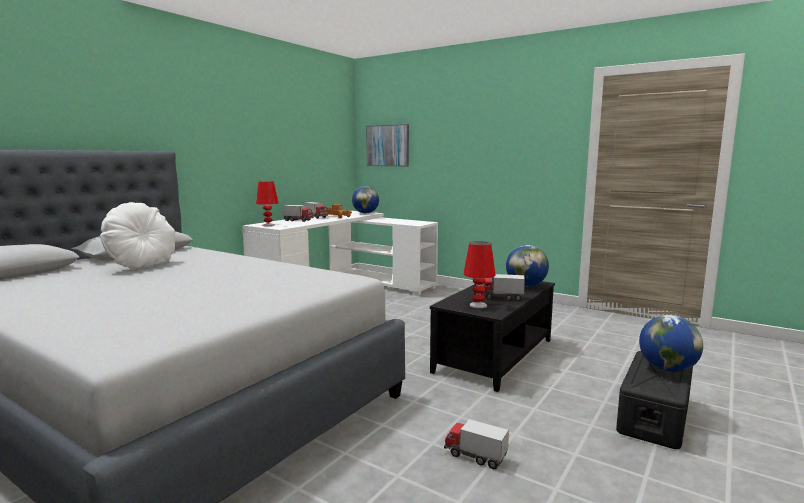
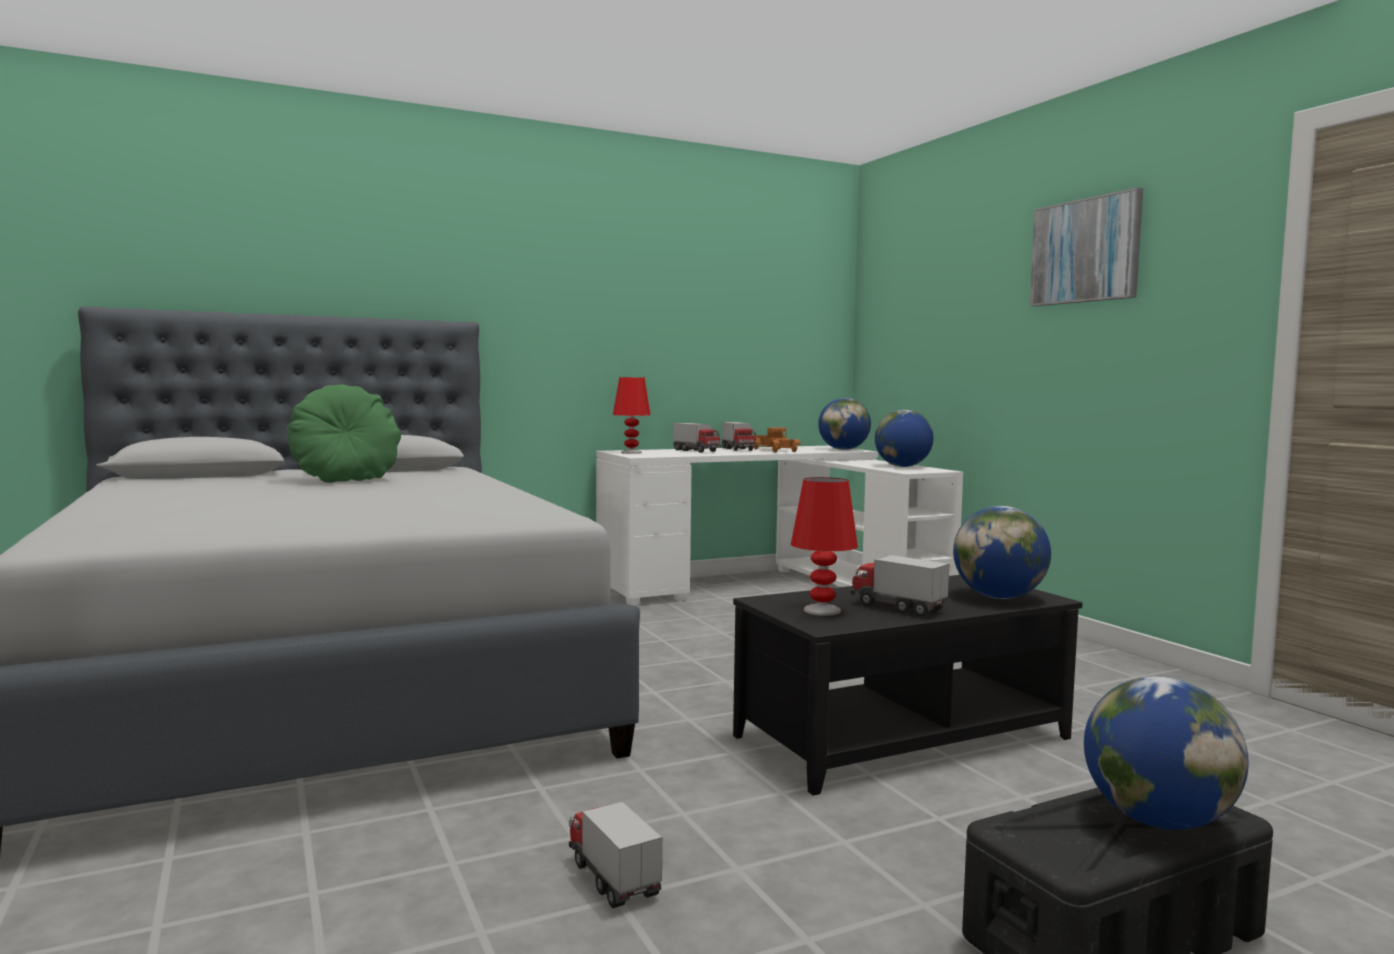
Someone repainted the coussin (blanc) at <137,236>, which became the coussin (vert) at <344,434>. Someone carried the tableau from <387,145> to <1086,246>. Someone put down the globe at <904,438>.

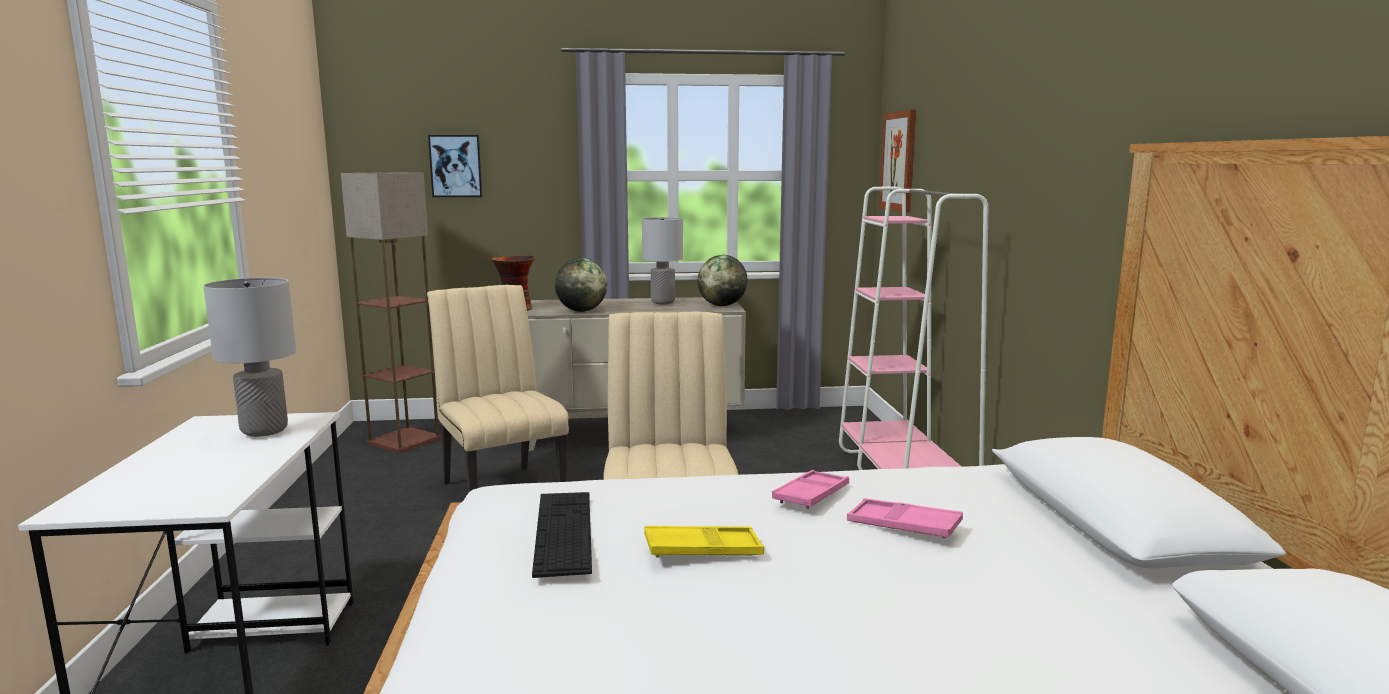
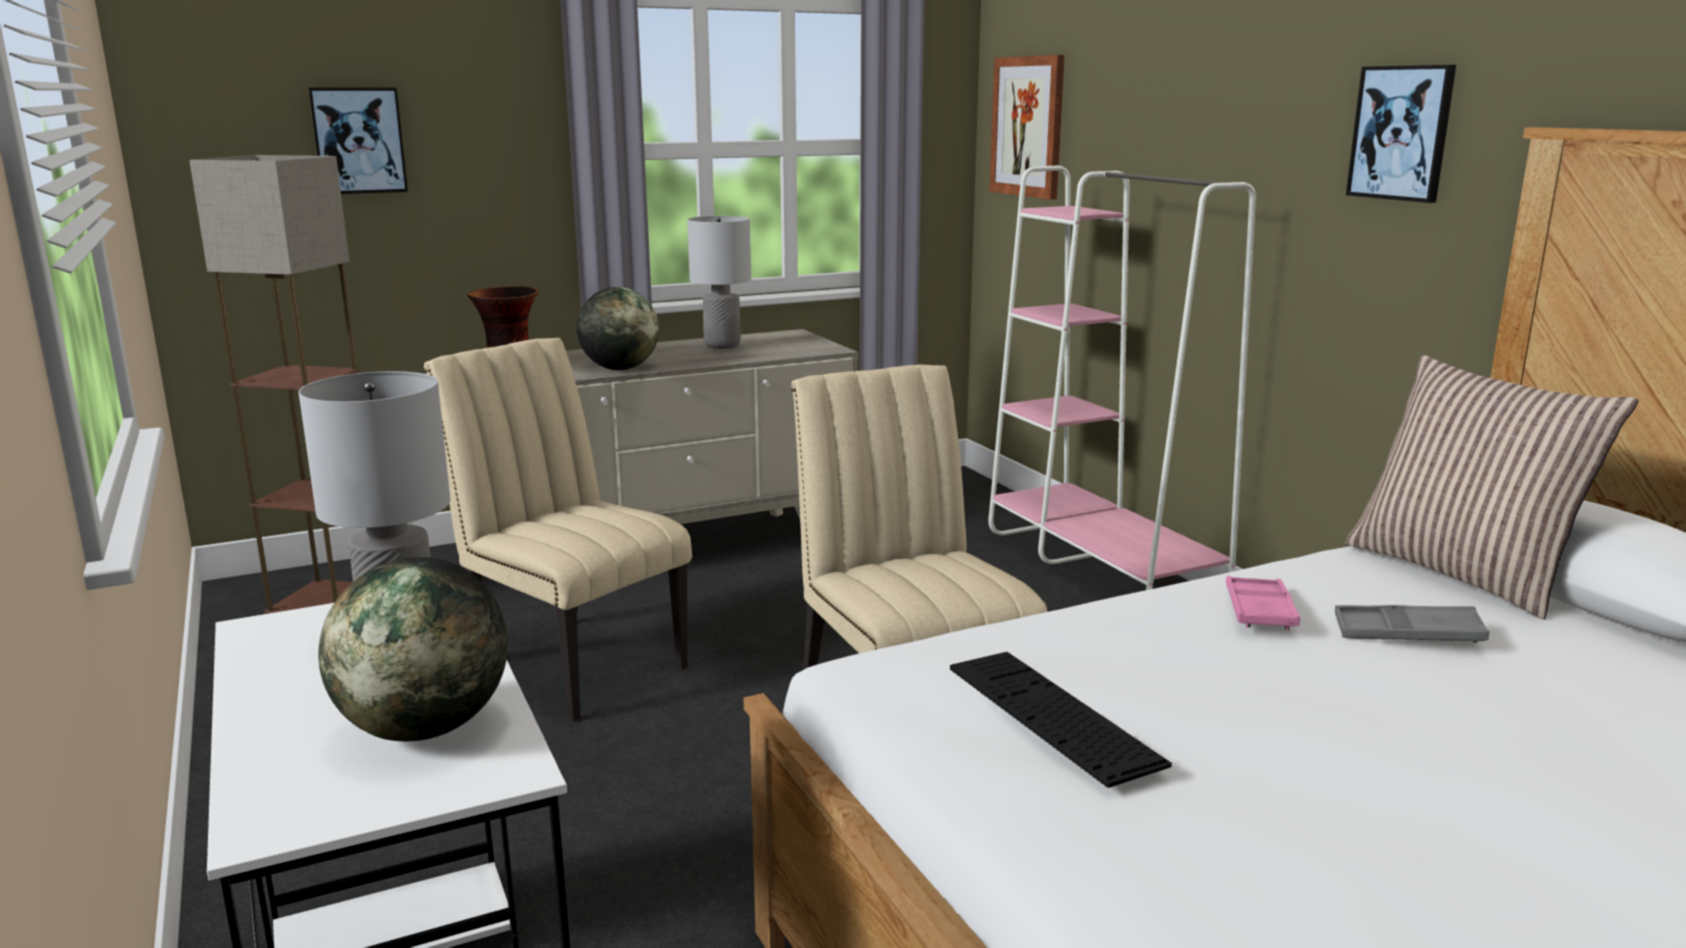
Someone took away the plateau (jaune) at <704,542>. Someone carried the globe from <723,280> to <413,649>. Someone repainted the plateau (rose) at <905,518>, which became the plateau (gris) at <1412,624>. Someone put down the coussin at <1491,487>. Someone put up the tableau at <1401,134>.

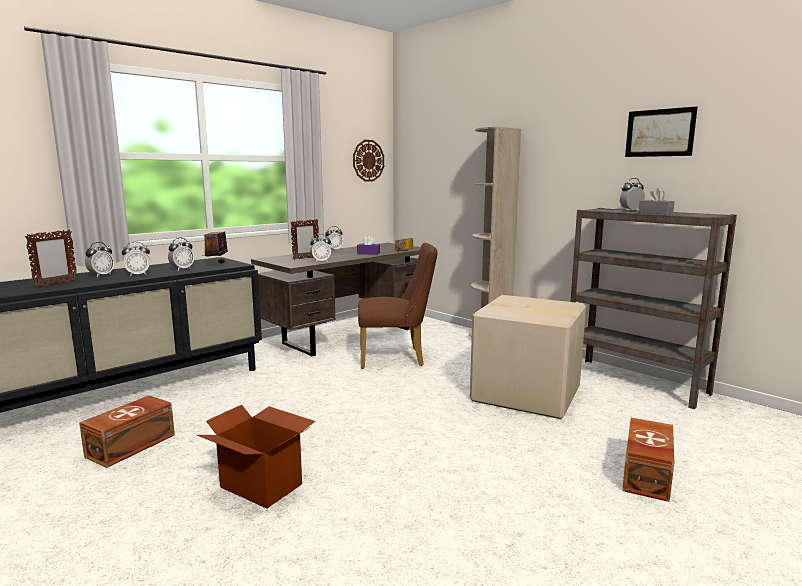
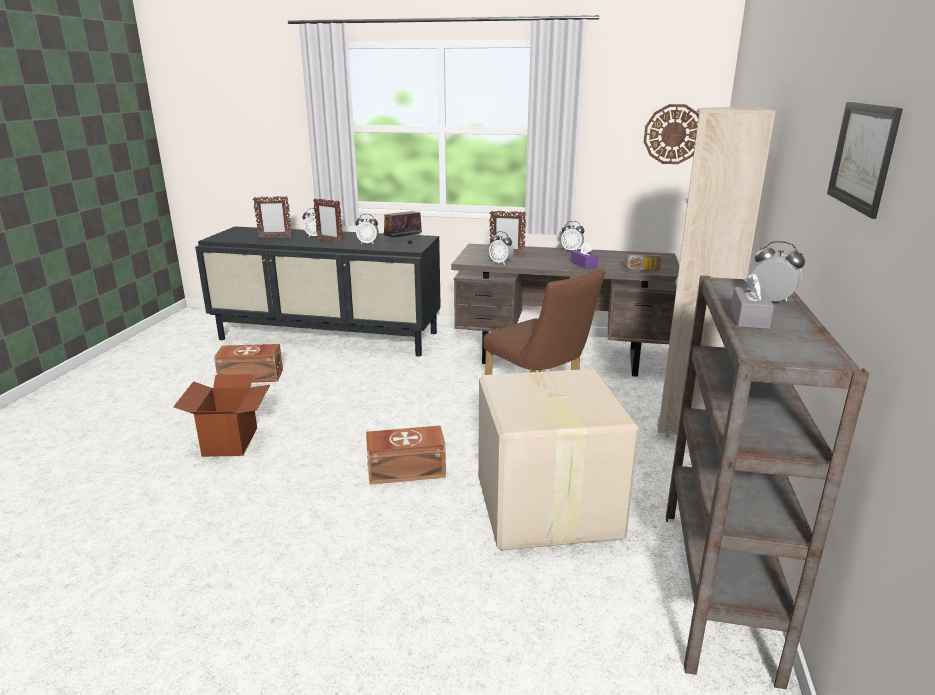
Someone swapped the réveil at <136,259> for the cadre photo at <328,221>. Someone carried the boîte de rangement (marron) from <648,460> to <406,455>.

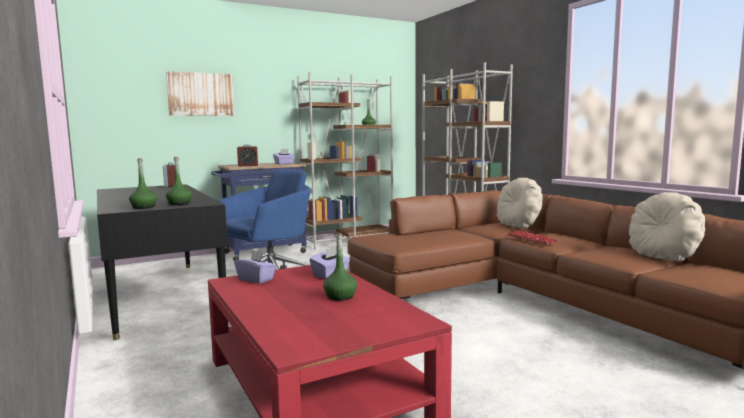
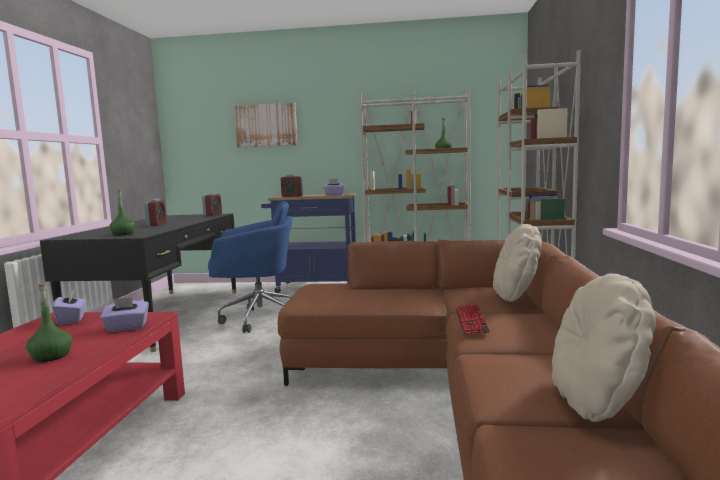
Someone took away the bouteille (vert) at <143,183>. Someone put down the réveil at <155,212>.

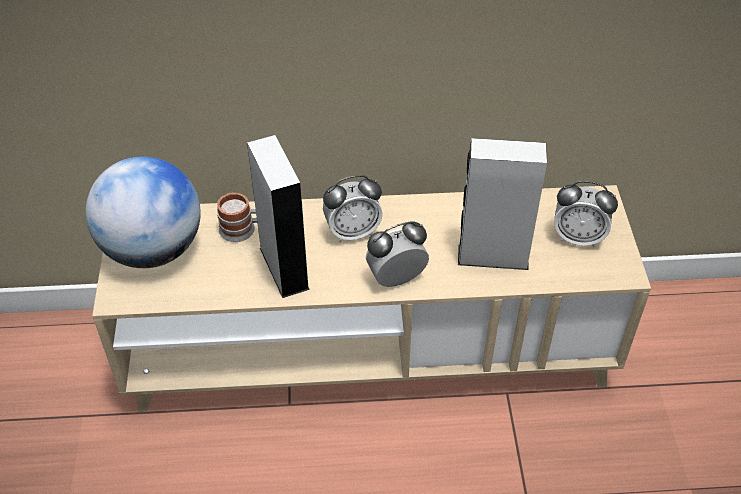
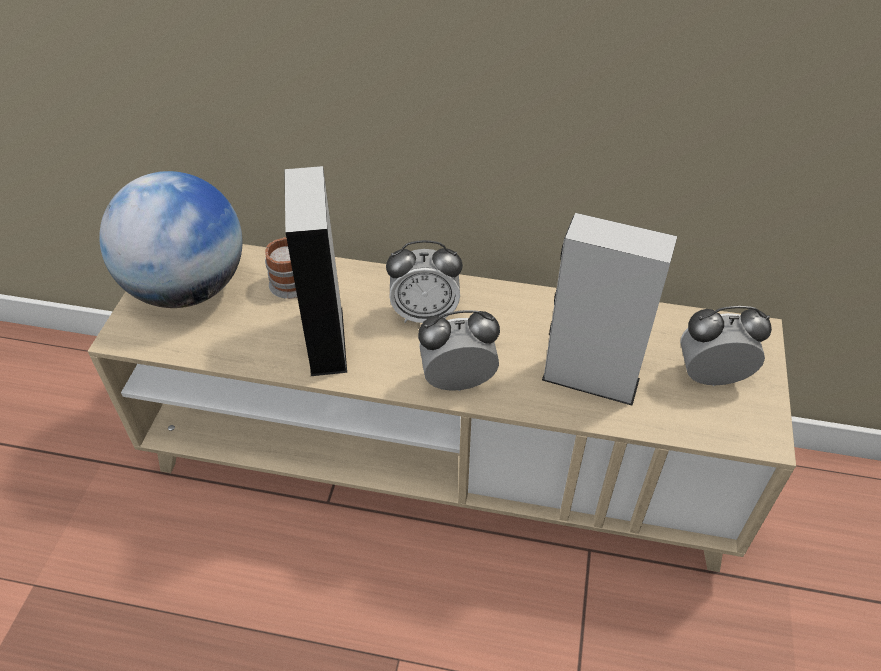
Someone rotated the réveil at <586,214> by 150 degrees clockwise.

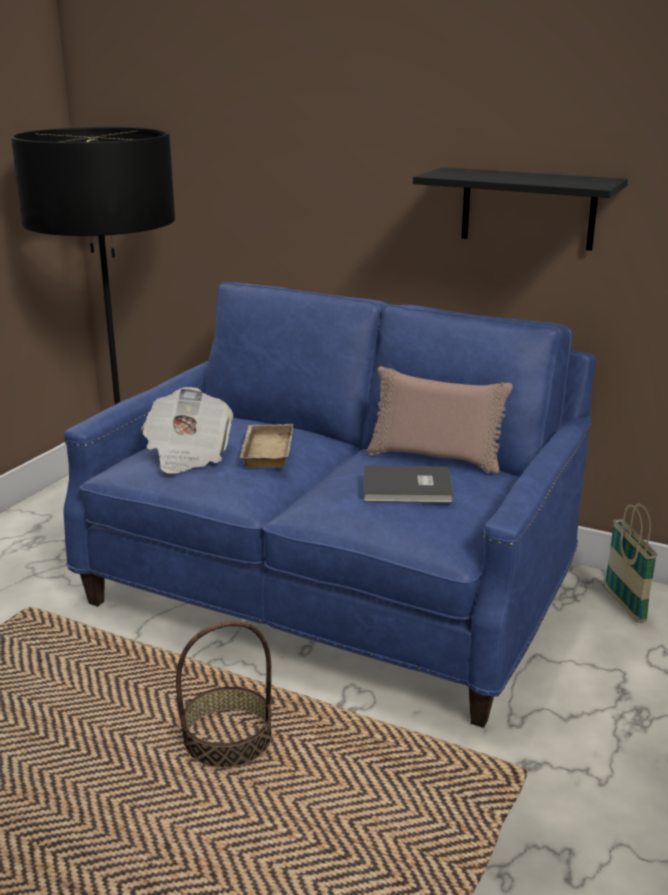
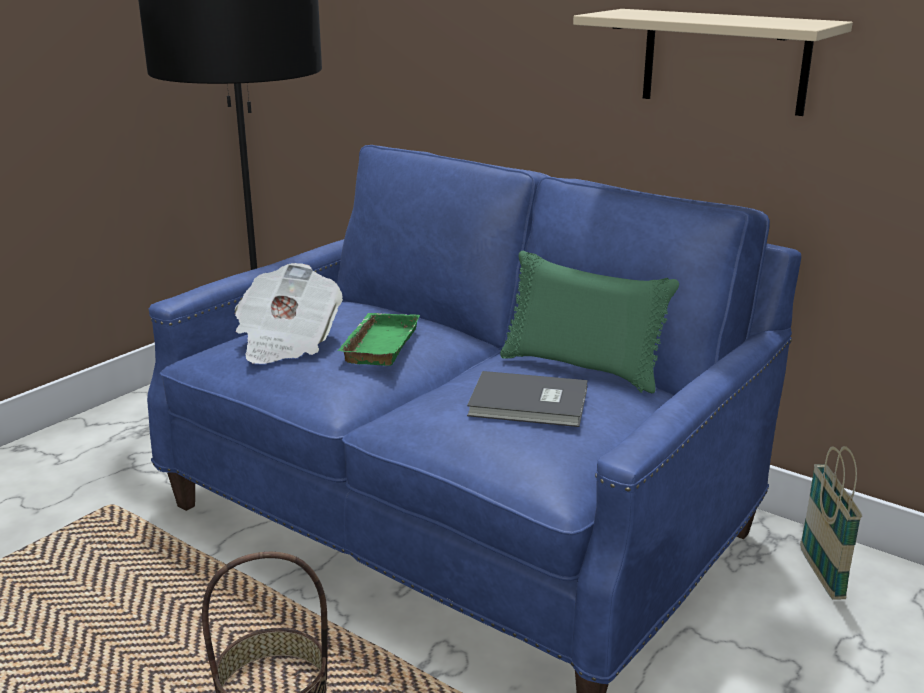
Someone repainted the plateau (beige) at <266,446>, which became the plateau (vert) at <379,339>. Someone repainted the coussin (beige) at <440,420>, which became the coussin (vert) at <589,322>. Someone repainted the étagère (noir) at <520,209>, which became the étagère (beige) at <713,62>.

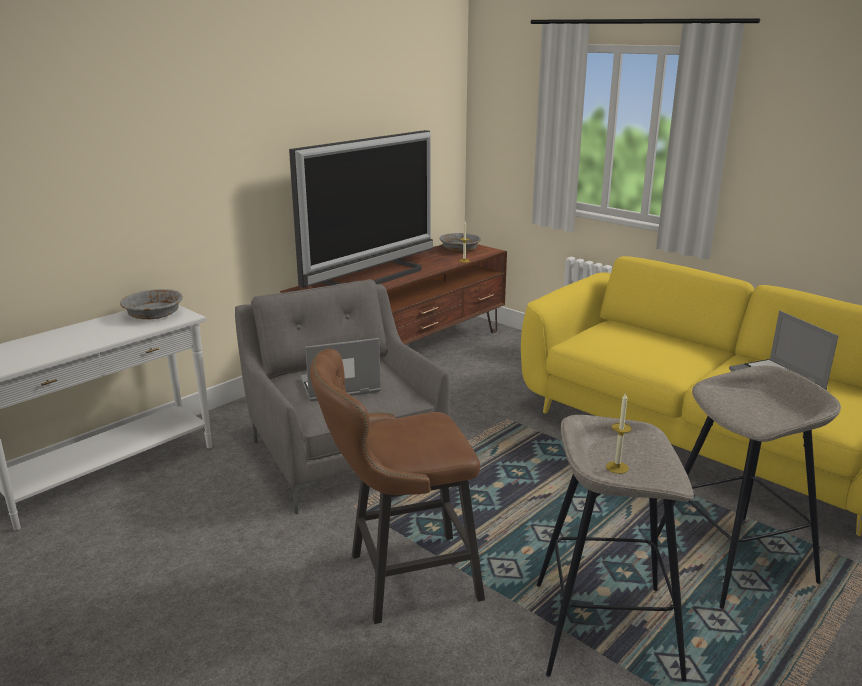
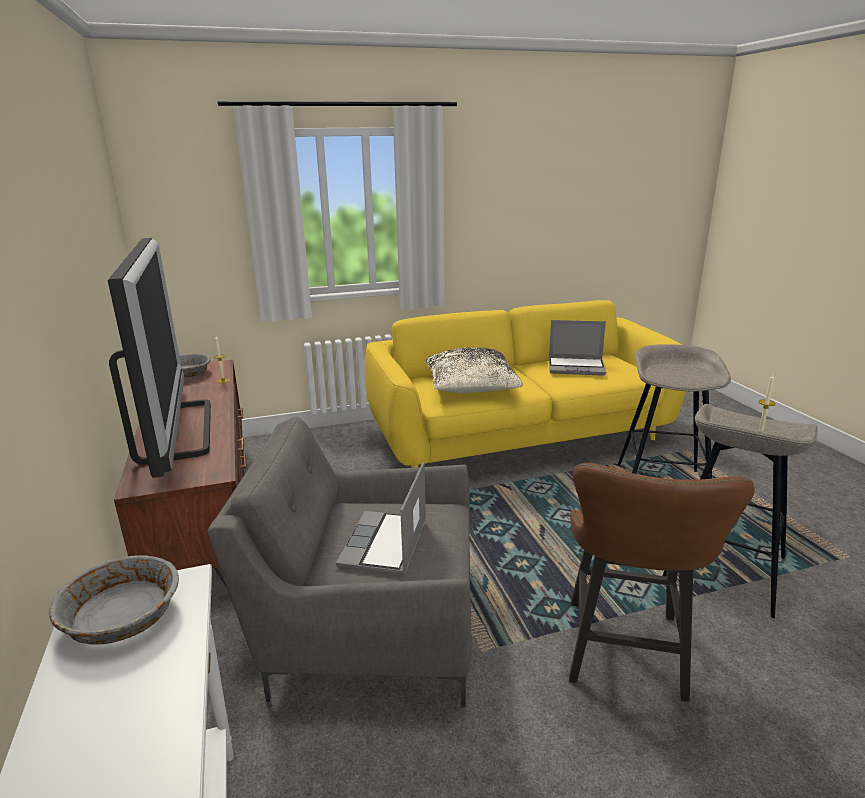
Someone put down the coussin (beige) at <474,370>.

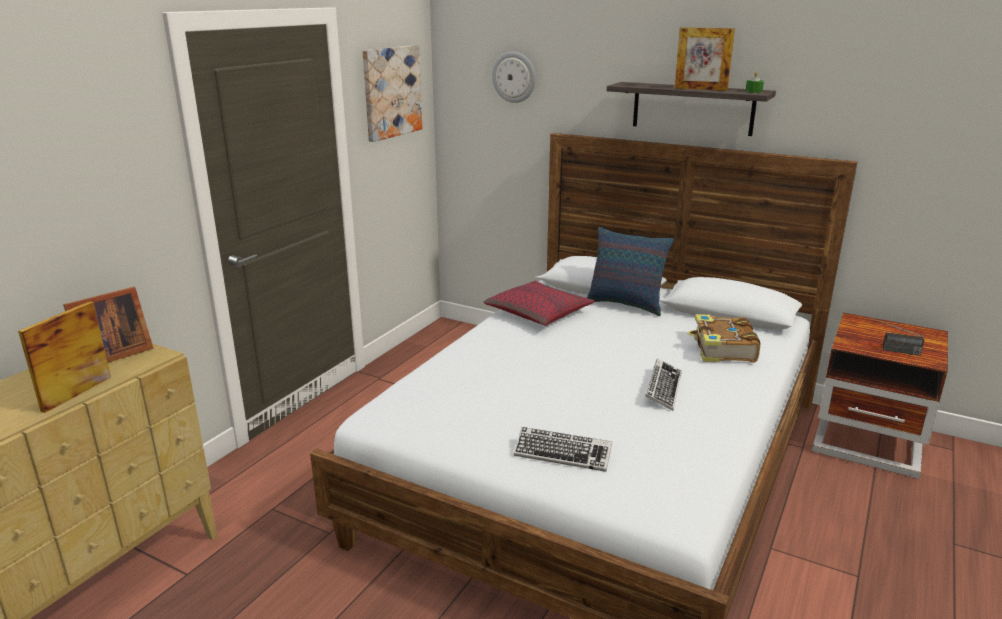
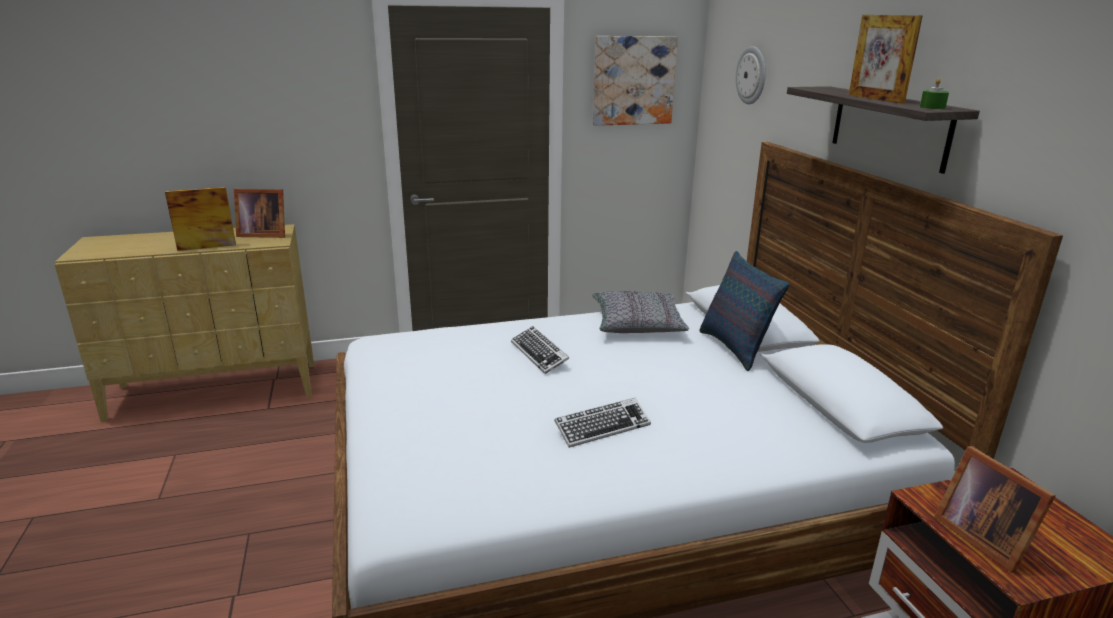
Someone repainted the coussin (rouge) at <539,303>, which became the coussin (gris) at <640,312>. Someone carried the clavier from <563,449> to <540,350>. Someone took away the livre at <723,338>. Someone swapped the radio at <896,336> for the cadre photo at <995,509>.

